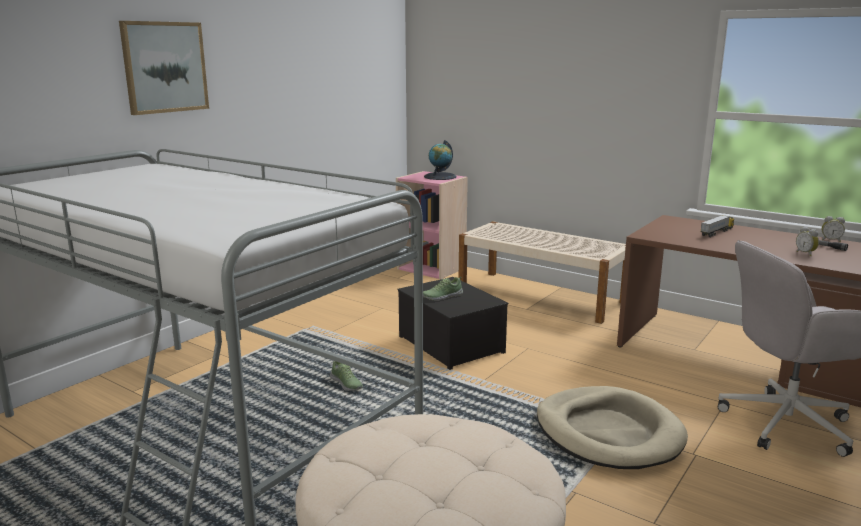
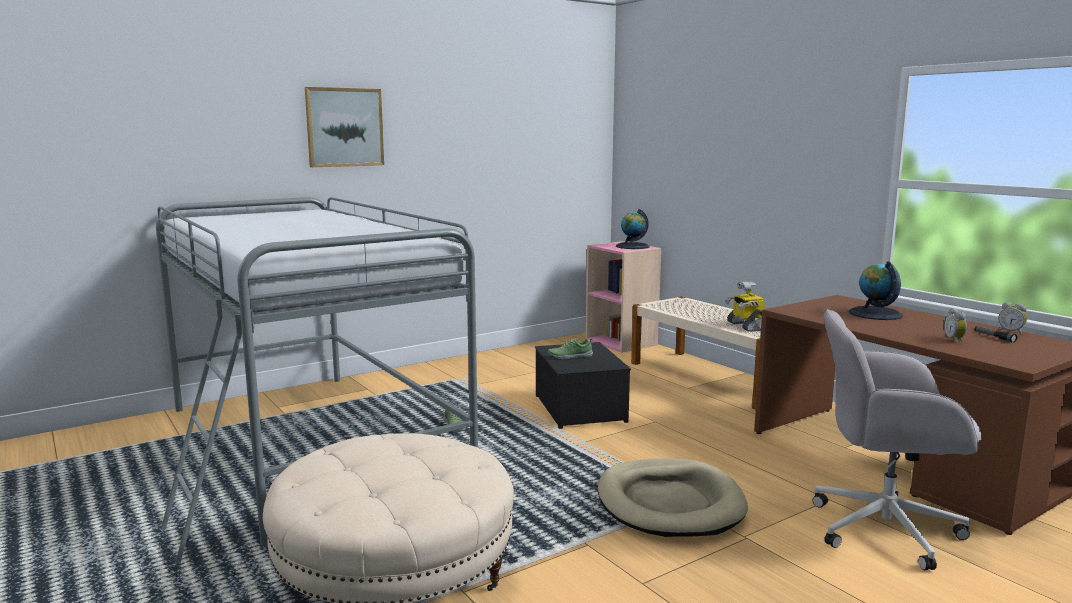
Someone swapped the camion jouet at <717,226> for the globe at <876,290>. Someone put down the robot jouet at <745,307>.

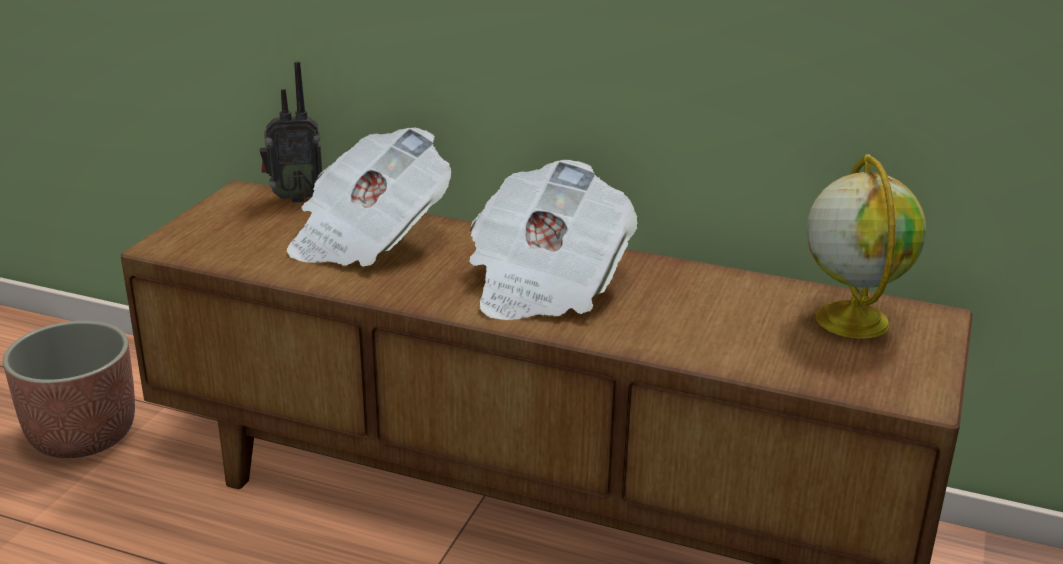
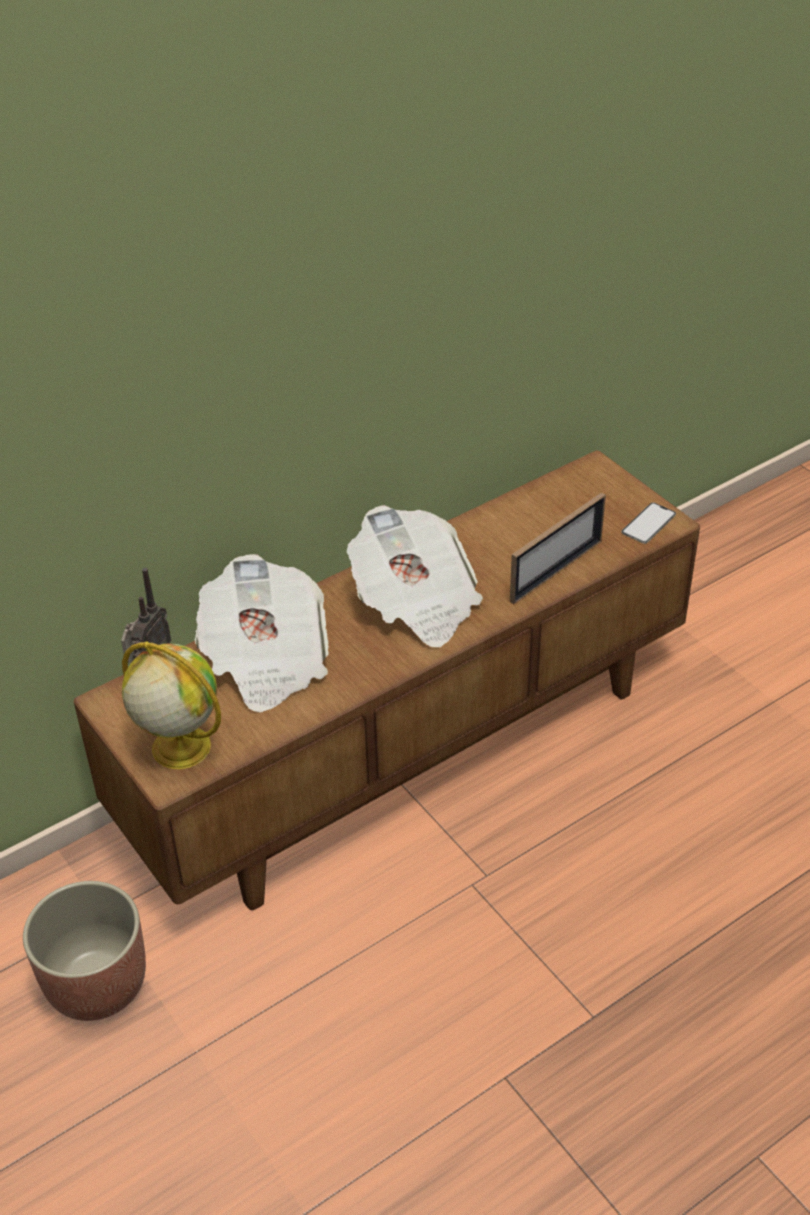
Someone carried the globe from <866,246> to <171,705>. Someone put down the cadre photo at <558,548>. Someone put down the téléphone at <649,523>.

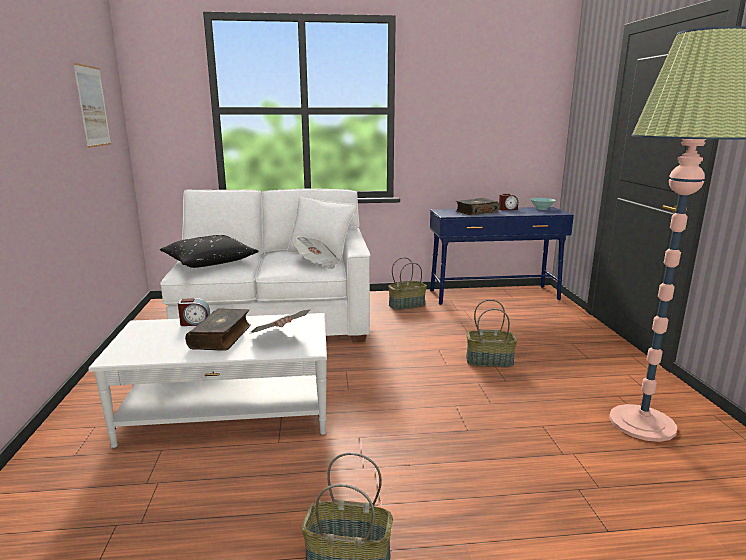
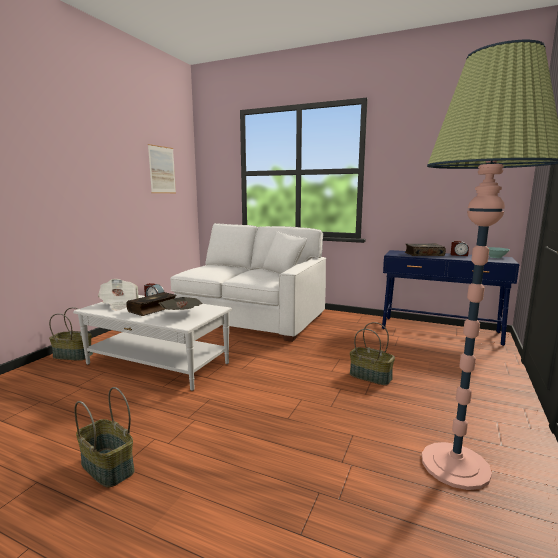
Someone took away the coussin (noir) at <209,251>. Someone carried the journal from <316,252> to <118,295>. Someone carried the panier from <407,283> to <71,334>.

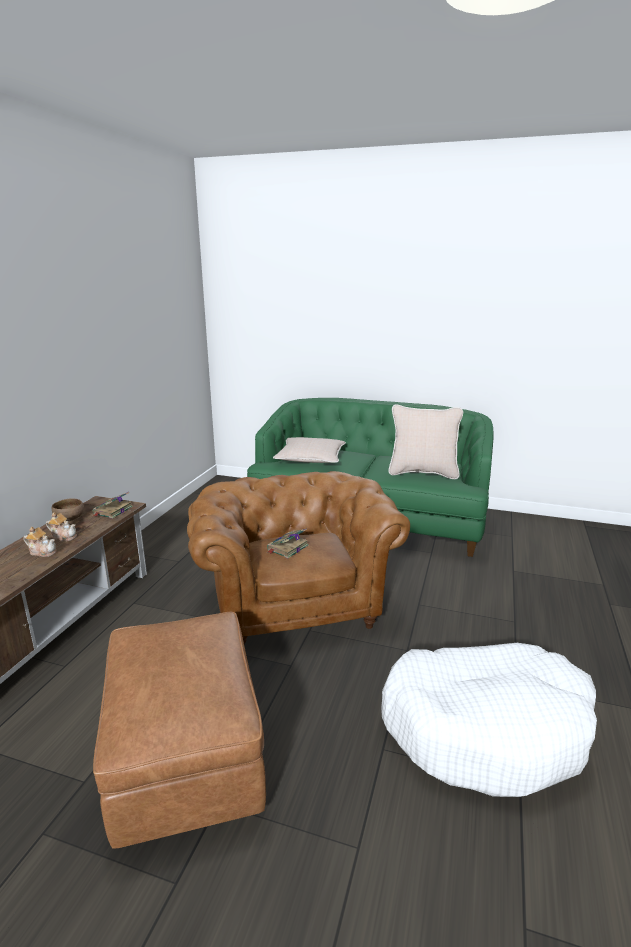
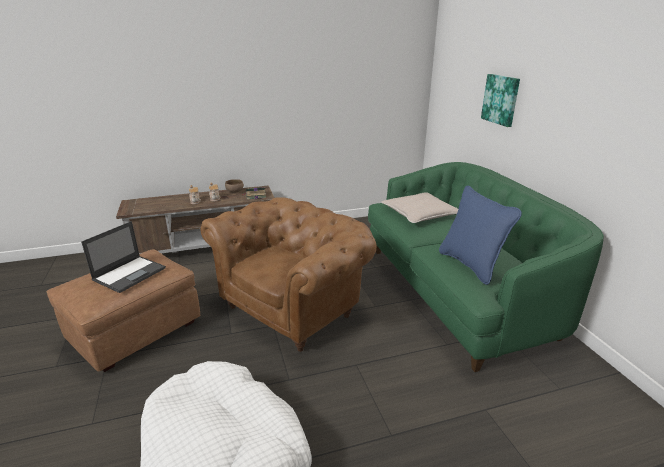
Someone took away the livre at <288,543>. Someone repainted the coussin (beige) at <425,441>, which became the coussin (bleu) at <480,235>. Someone put down the ordinateur portable at <123,257>. Someone put up the tableau at <500,100>.

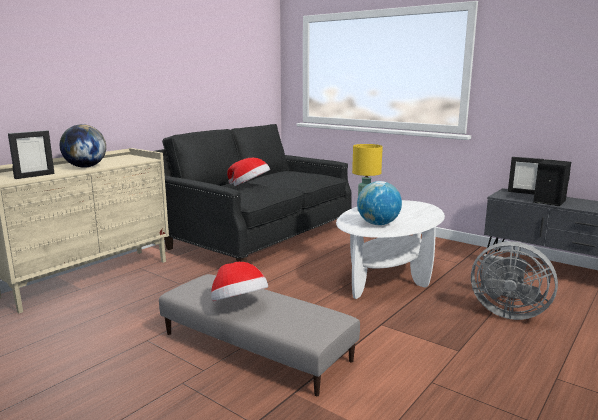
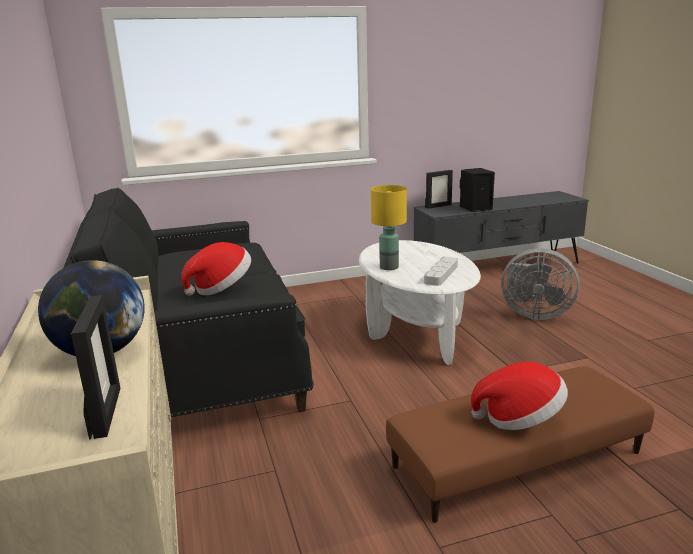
Someone repainted the pouf (gris) at <259,335>, which became the pouf (marron) at <520,444>. Someone swapped the globe at <379,203> for the plateau (gris) at <441,271>. Someone rotated the ventilateur (gris) at <514,280> by 45 degrees clockwise.

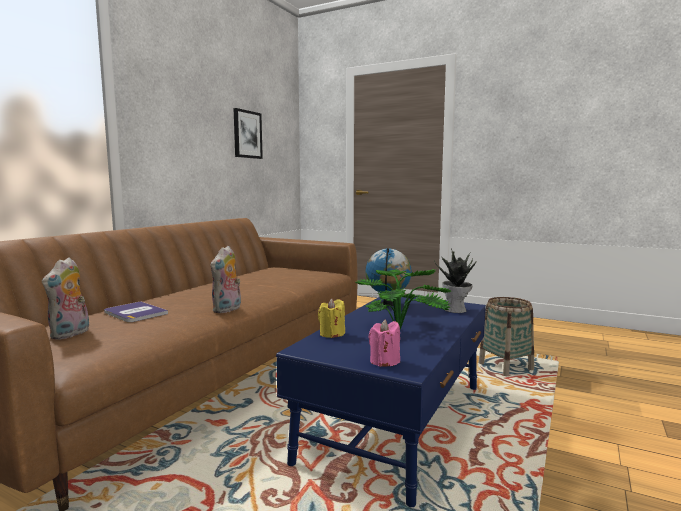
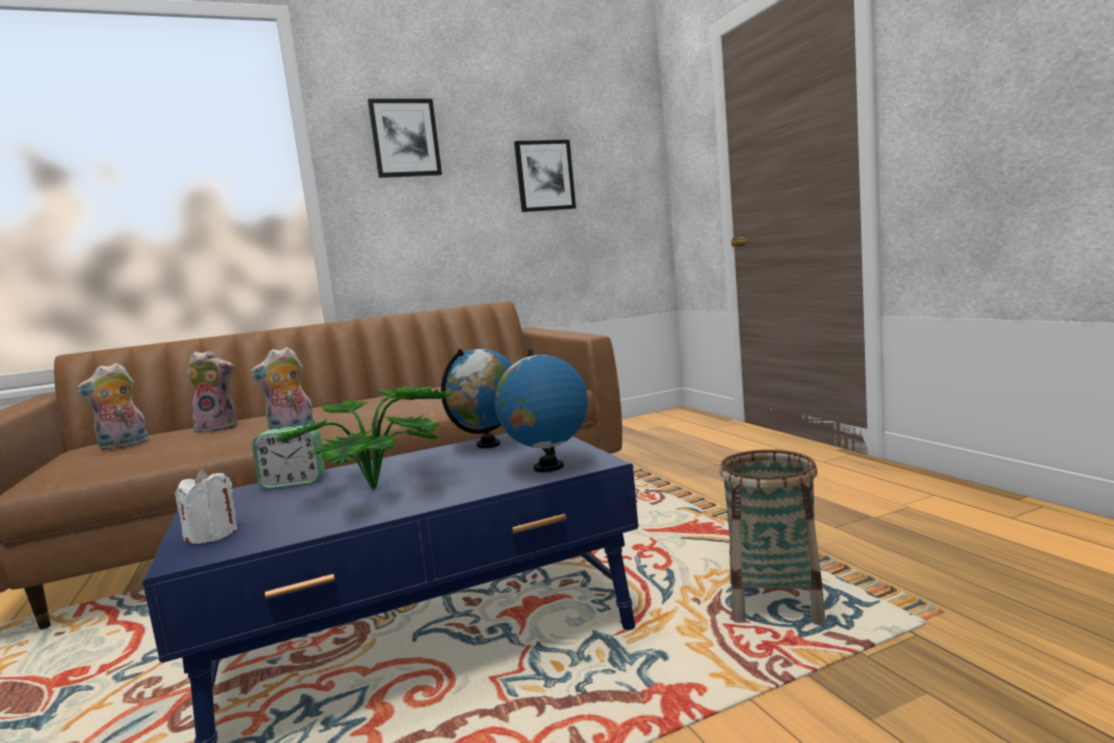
Someone swapped the livre at <136,311> for the peluche at <212,392>. Someone swapped the bougie (jaune) at <331,318> for the réveil at <288,457>. Someone repainted the bougie (rose) at <384,343>, which became the bougie (blanc) at <206,506>. Someone swapped the plante en pot at <455,281> for the globe at <541,410>. Someone put up the tableau at <405,138>.

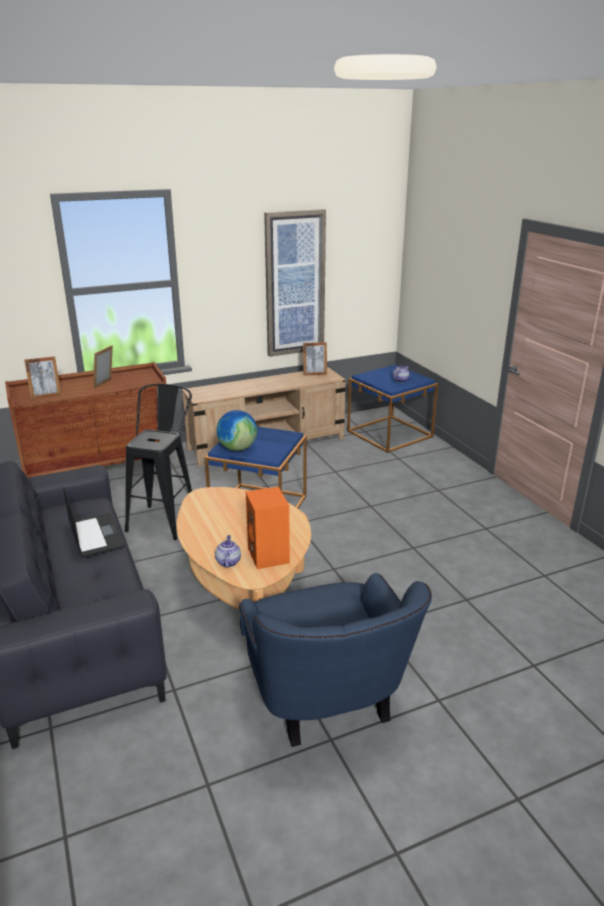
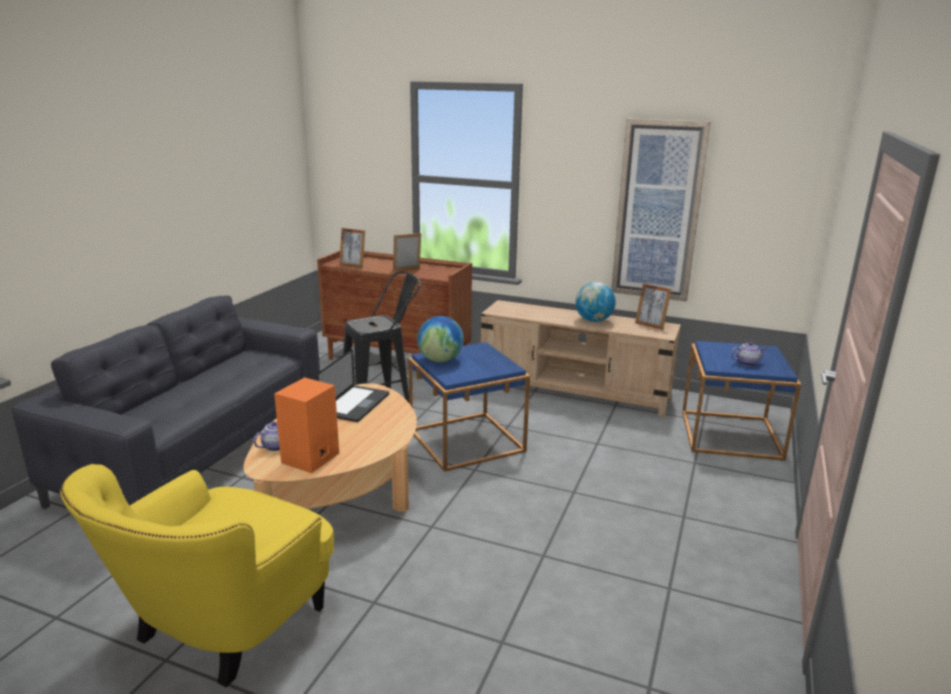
Someone carried the ordinateur portable from <93,522> to <353,385>. Someone repainted the fauteuil (bleu) at <335,660>, which became the fauteuil (jaune) at <197,575>. Someone put down the globe at <595,302>.

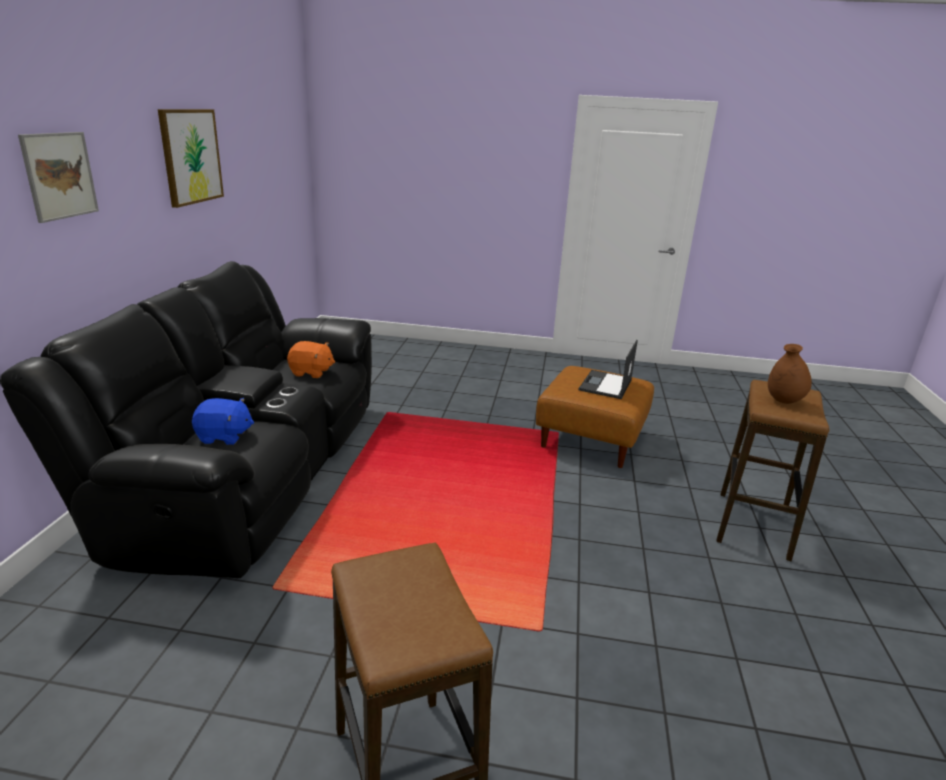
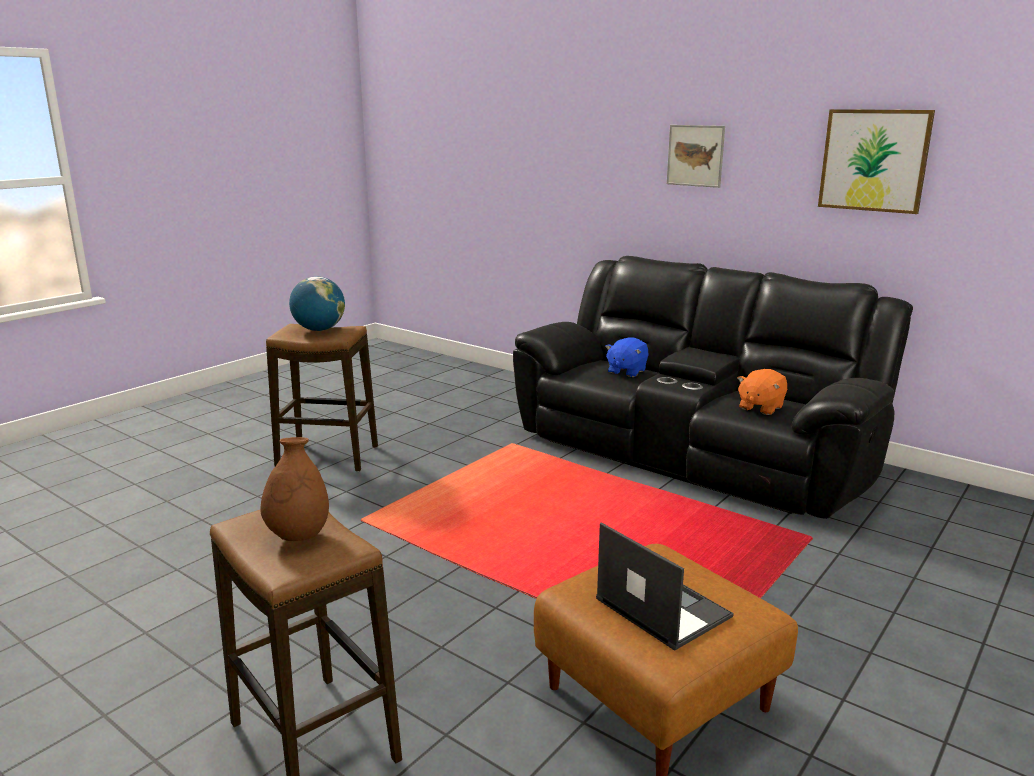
Someone put down the globe at <317,304>.

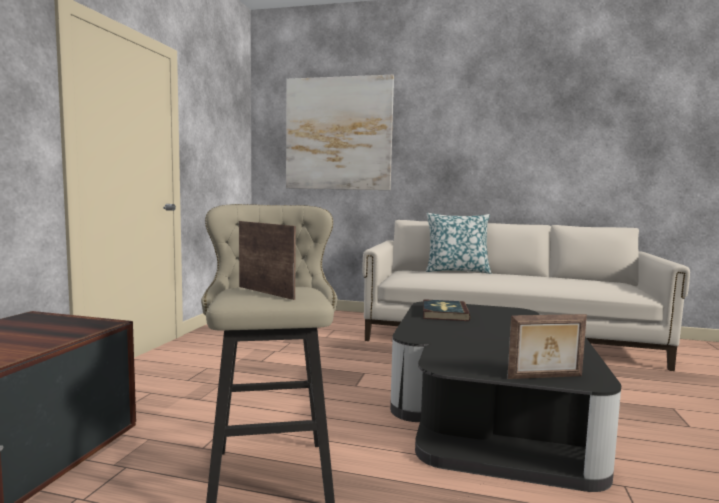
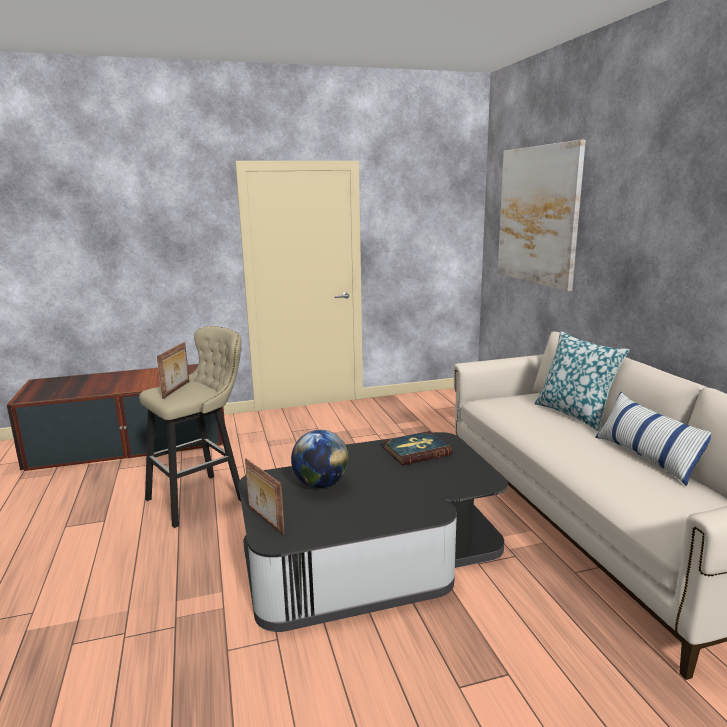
Someone put down the globe at <320,459>. Someone put down the coussin at <653,439>.

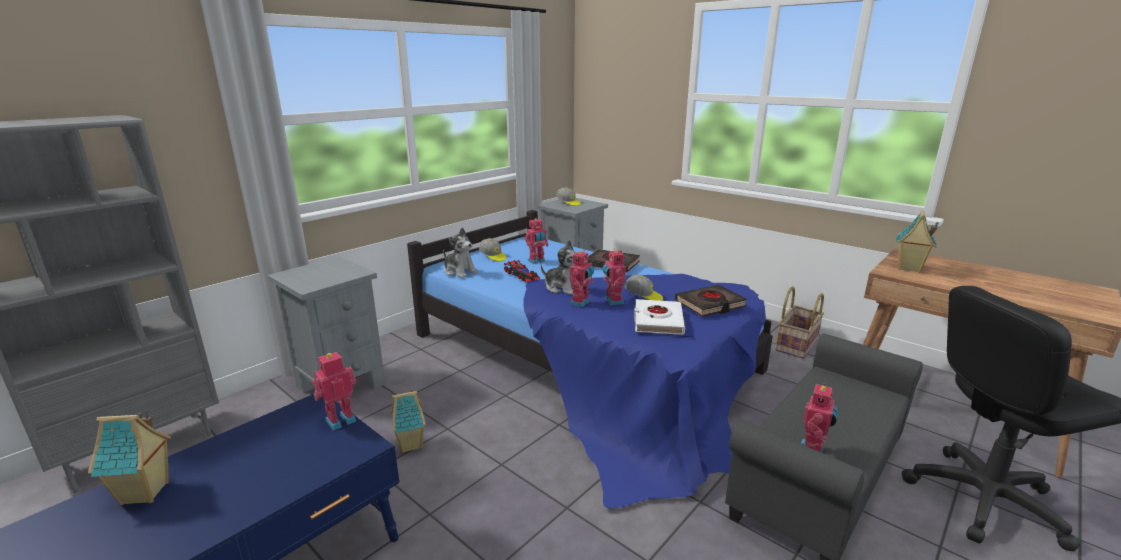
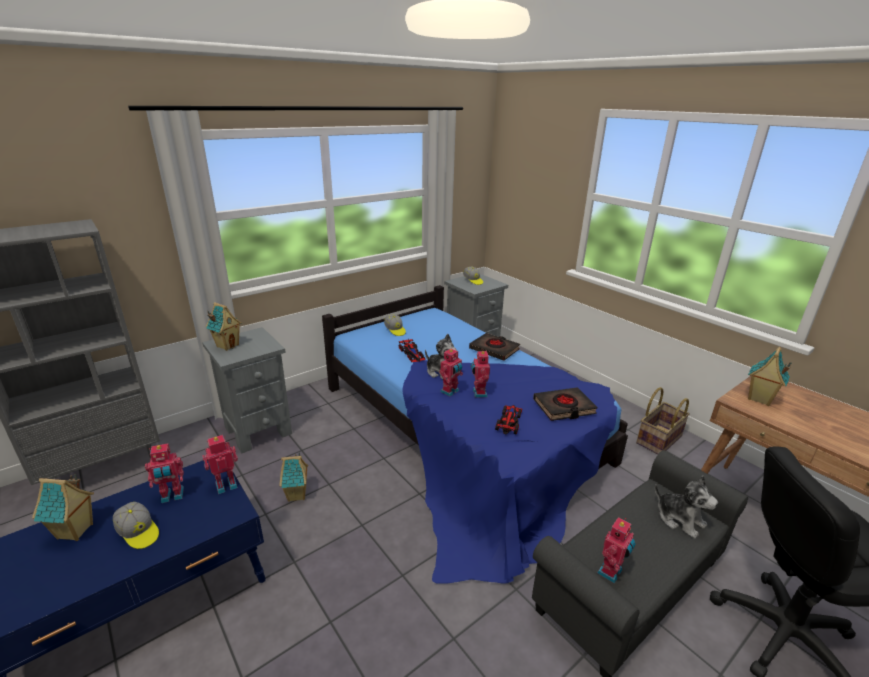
Someone carried the peluche from <460,253> to <686,507>. Someone carried the robot jouet from <537,241> to <164,473>. Someone carried the casquette from <643,288> to <136,525>. Someone swapped the livre (blanc) at <659,317> for the petite voiture at <508,419>. Someone put down the maison miniature at <224,326>.

